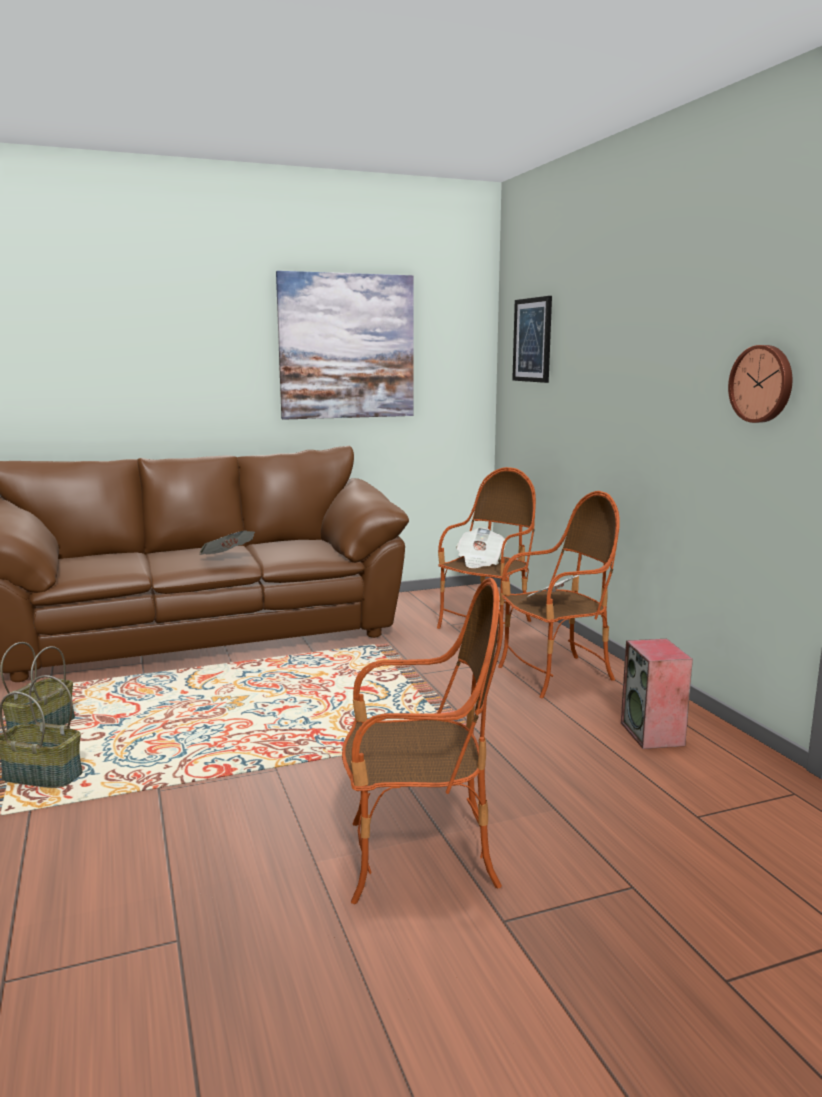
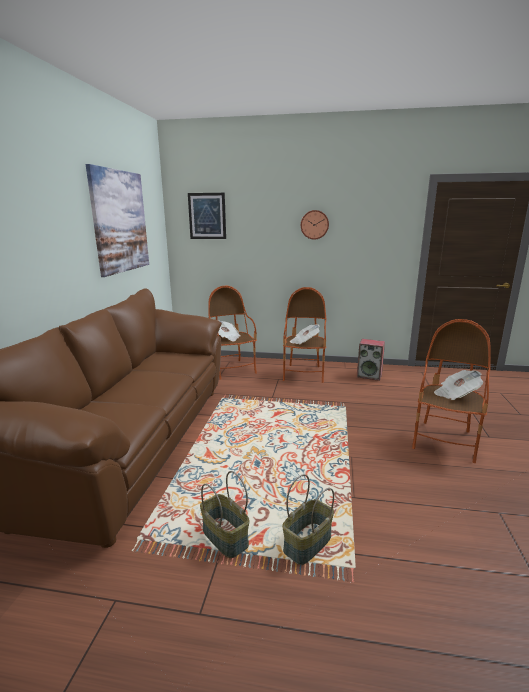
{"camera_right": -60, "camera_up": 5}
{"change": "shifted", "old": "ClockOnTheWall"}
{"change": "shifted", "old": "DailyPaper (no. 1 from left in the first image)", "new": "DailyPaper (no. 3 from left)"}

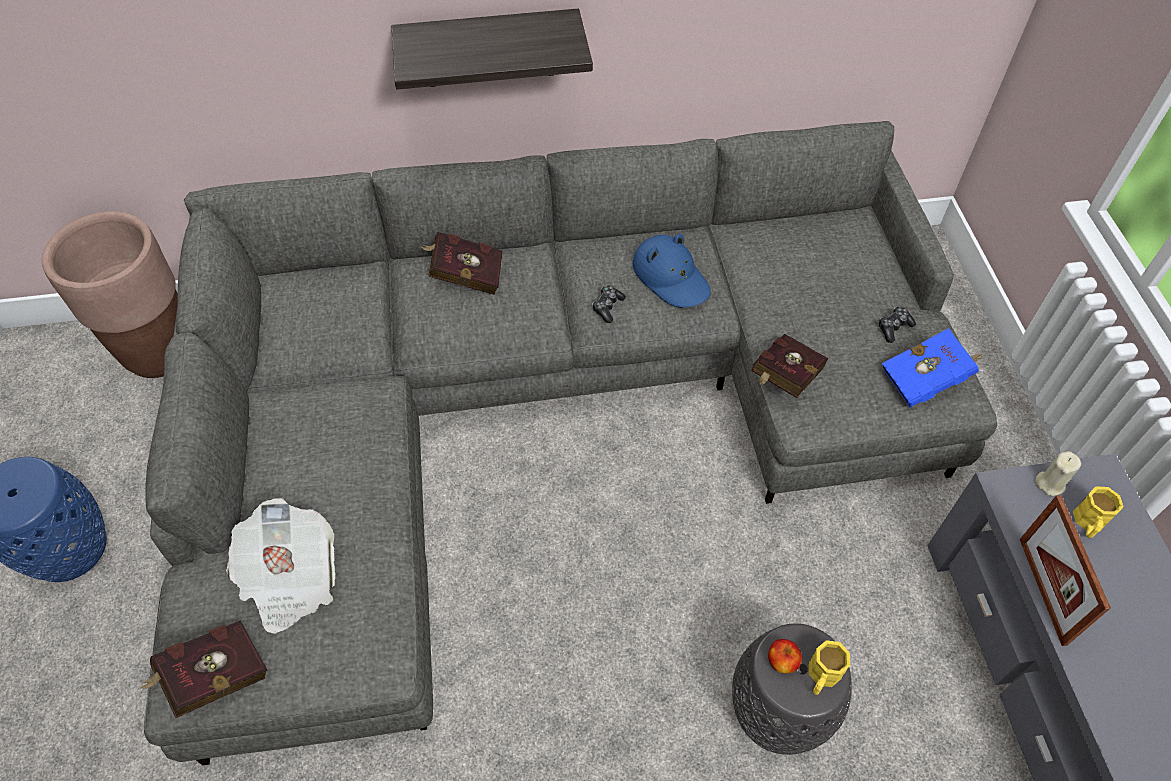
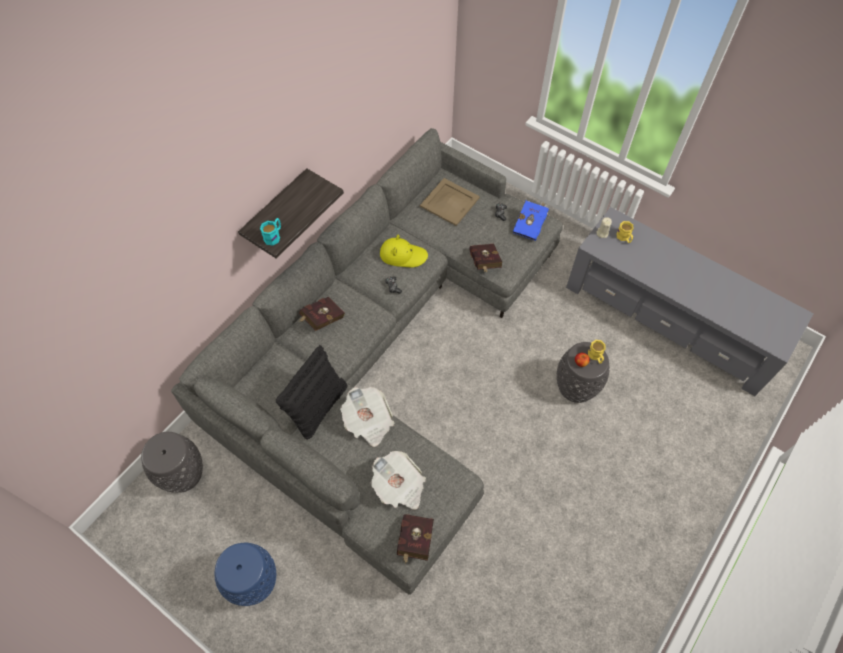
{"camera_right": -45, "camera_up": 5}
{"change": "swapped", "old": "BrownColouredFlowerPot", "new": "GreyishSittingStool (no. 1 from left)"}
{"change": "repainted", "old": "BlueHat", "new": "YellowColouredHat"}
{"change": "gone", "old": "StandingFrame"}
{"change": "new", "new": "SandColouredCarryingTray"}
{"change": "new", "new": "BlueGreenMug"}
{"change": "new", "new": "BlackPillow"}
{"change": "new", "new": "DailyPaper (no. 1 from left)"}

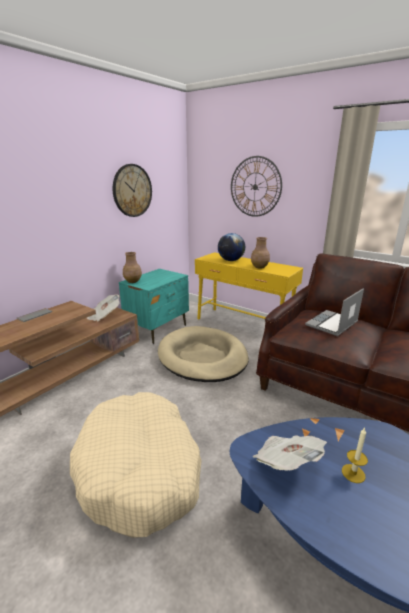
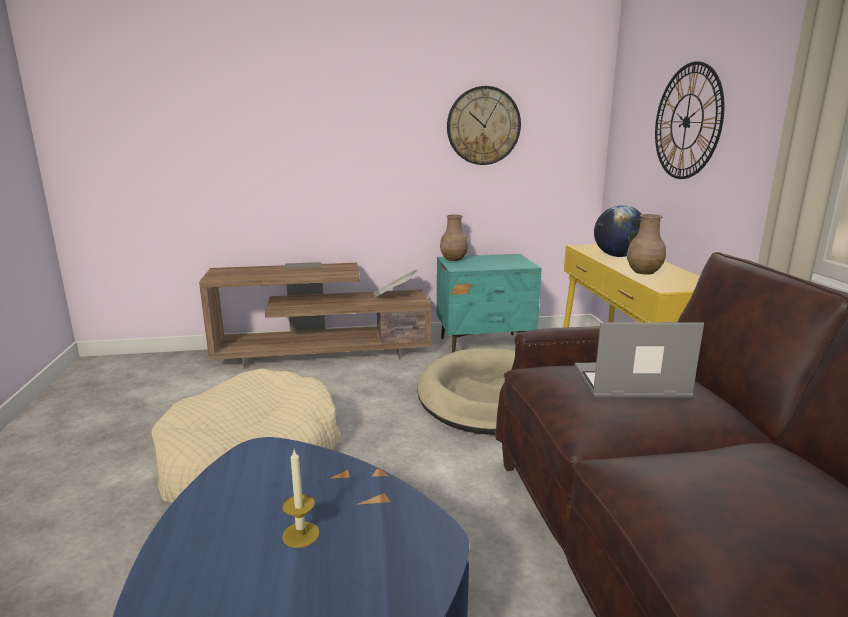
{"camera_right": 45, "camera_up": -5}
{"change": "gone", "old": "DailyPaper (no. 2 from left)"}

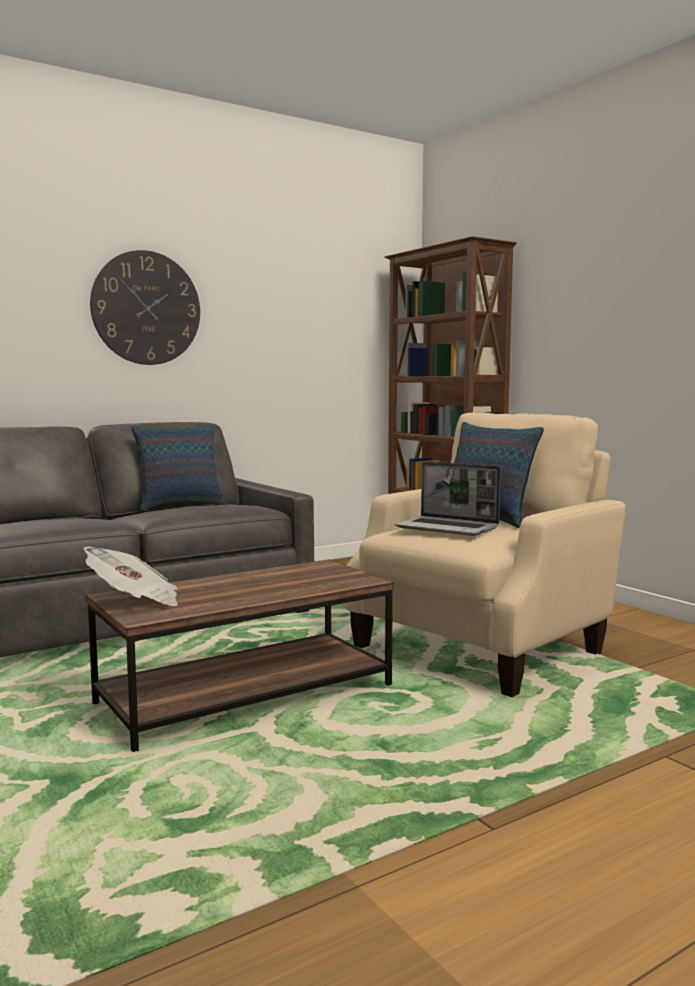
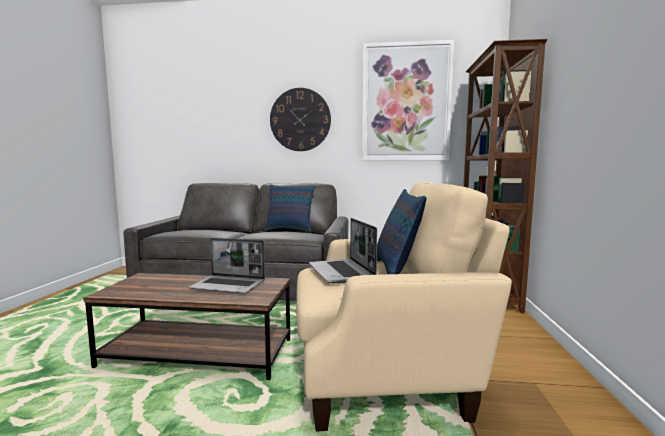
{"camera_right": 40, "camera_up": 0}
{"change": "gone", "old": "DailyPaper"}
{"change": "new", "new": "WallArt"}
{"change": "new", "new": "Laptop (no. 1 from left)"}

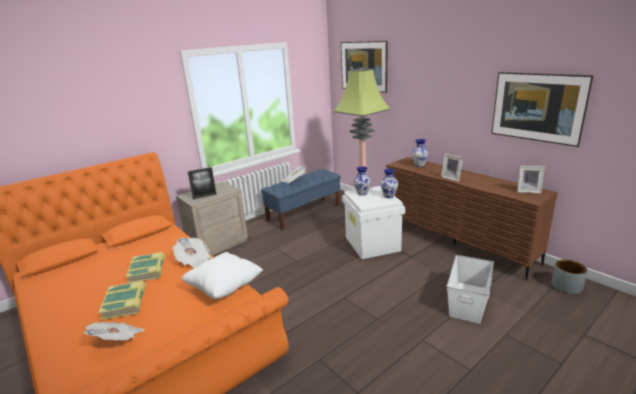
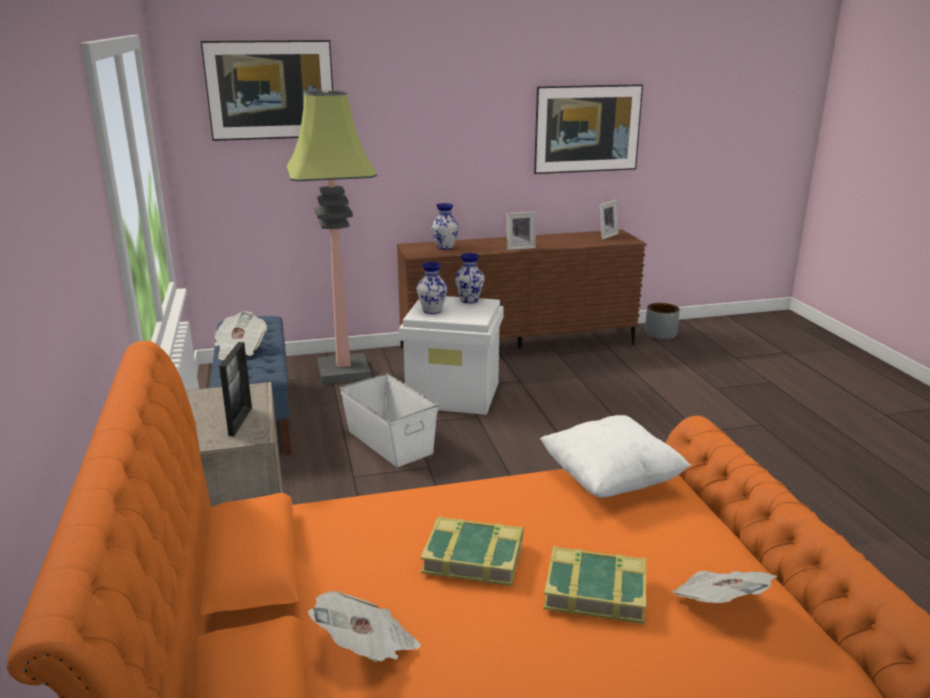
{"camera_right": -65, "camera_up": 0}
{"change": "shifted", "old": "DailyPaper (no. 2 from left)"}
{"change": "shifted", "old": "WhiteStorageBin (no. 2 from left in the first image)", "new": "WhiteStorageBin (no. 1 from left)"}

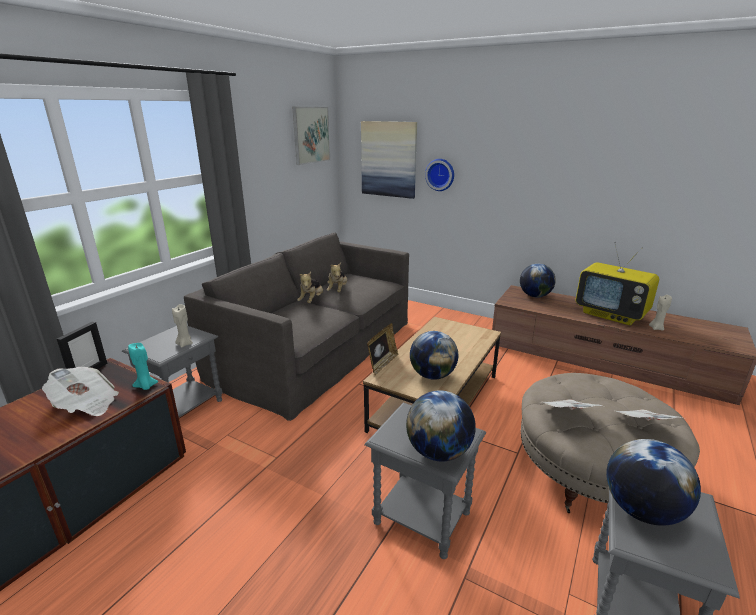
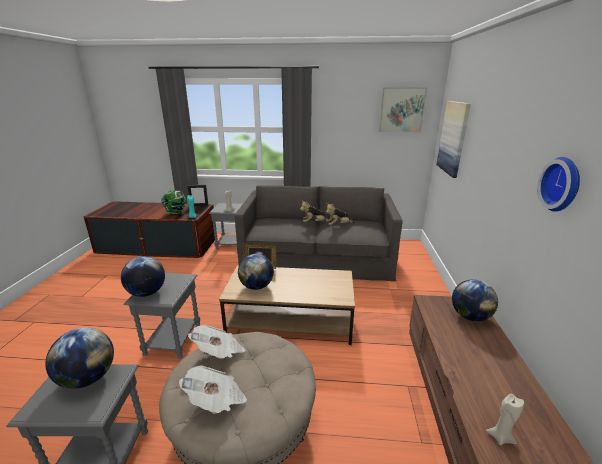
{"camera_right": 65, "camera_up": 0}
{"change": "shifted", "old": "ClockOnTheWall"}
{"change": "gone", "old": "TvSet"}
{"change": "swapped", "old": "DailyPaper (no. 1 from left)", "new": "WorldGlobe (no. 3 from left)"}

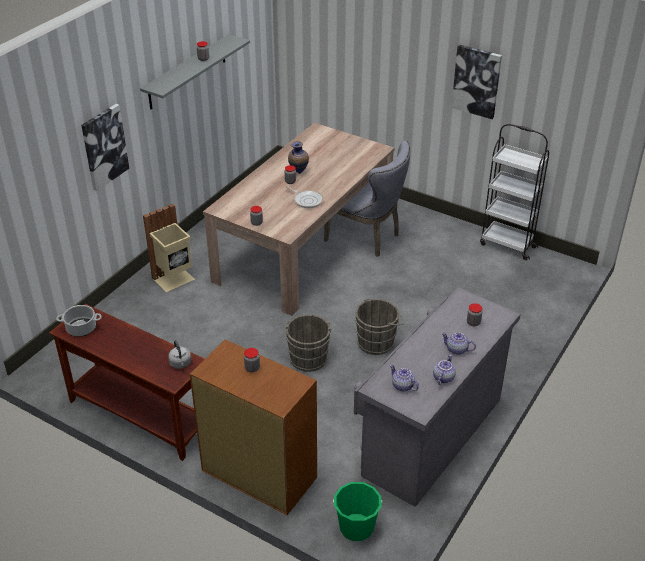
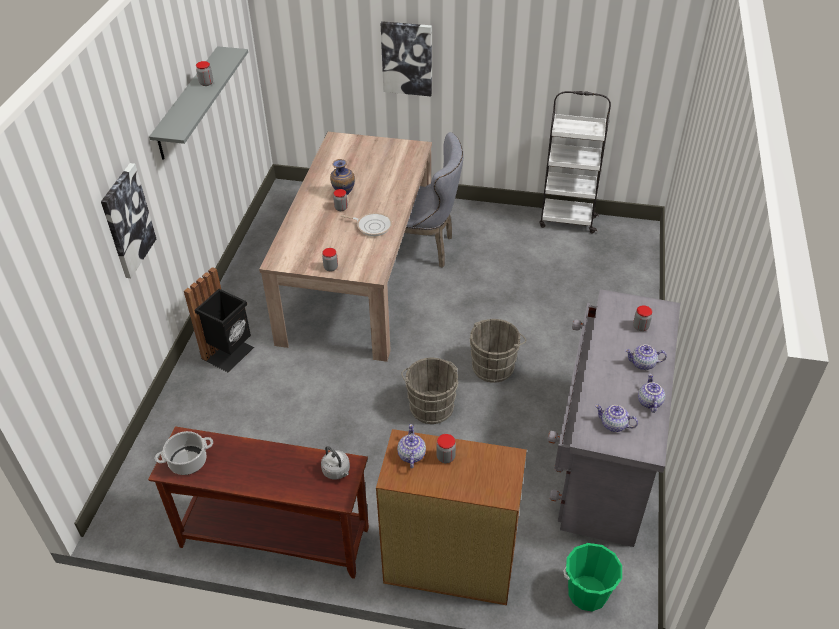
{"camera_right": -20, "camera_up": 5}
{"change": "shifted", "old": "WallArt (no. 2 from left)"}
{"change": "repainted", "old": "SandColouredRubbishBin", "new": "BlackRubbishBin"}
{"change": "new", "new": "Teapot (no. 1 from left)"}

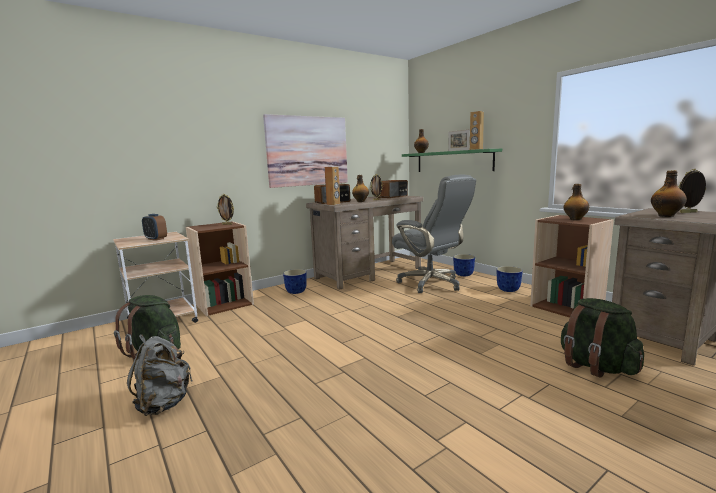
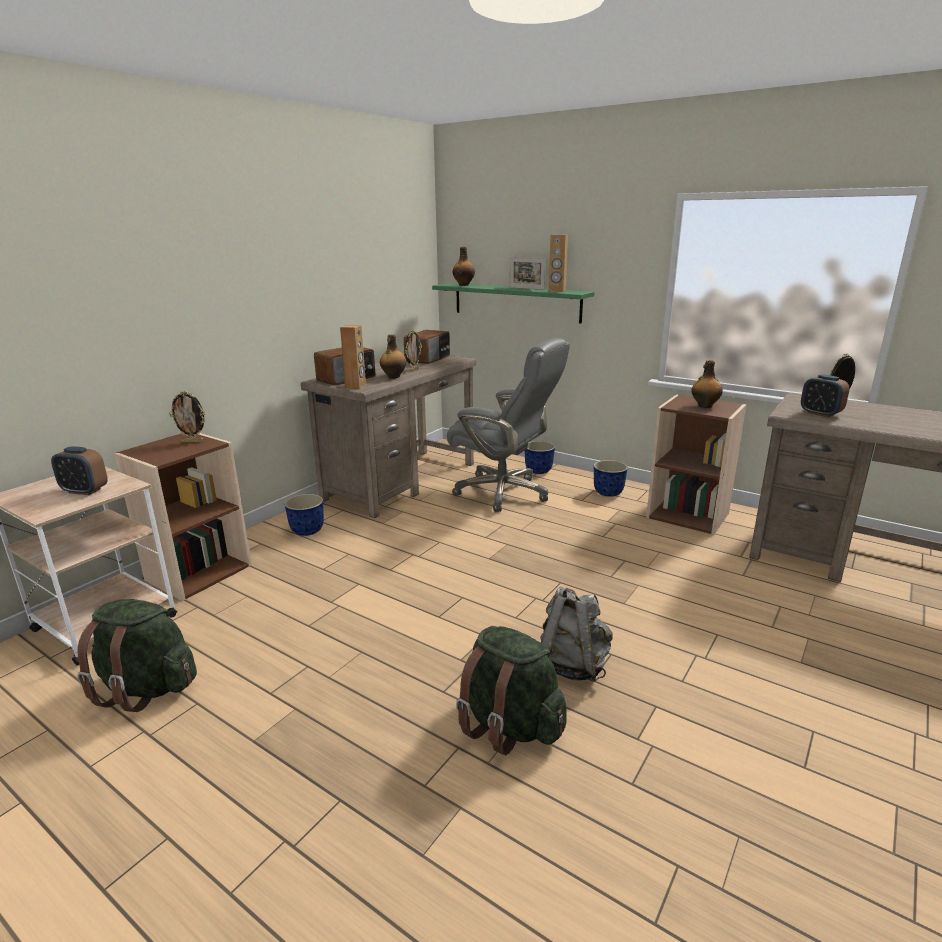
{"camera_right": -20, "camera_up": 10}
{"change": "gone", "old": "WallArt"}
{"change": "swapped", "old": "DrinkBottle (no. 4 from left)", "new": "TableClock (no. 2 from left)"}
{"change": "shifted", "old": "GreenishBackpack (no. 2 from left)"}
{"change": "shifted", "old": "GreyishBackpack"}

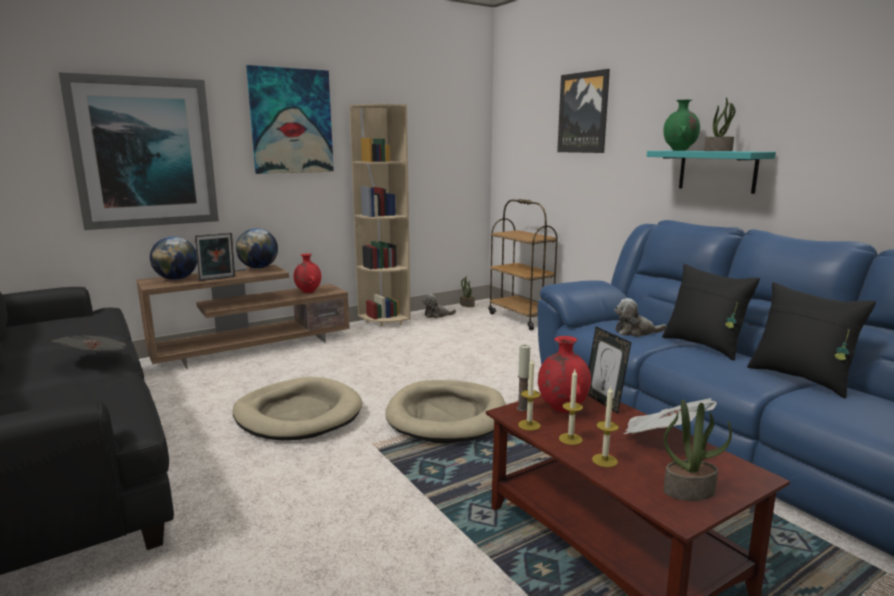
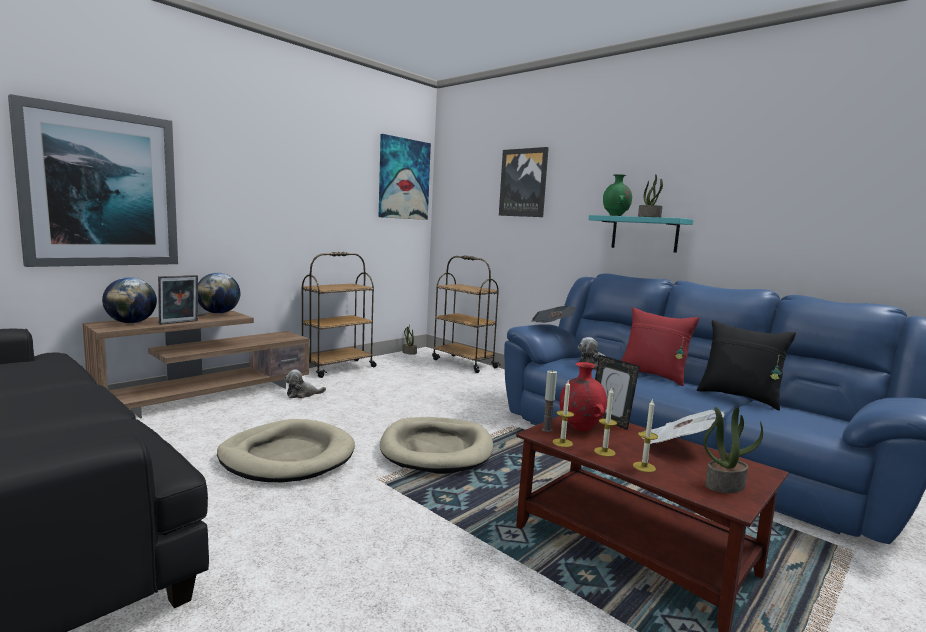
{"camera_right": -15, "camera_up": -5}
{"change": "shifted", "old": "WallArt (no. 2 from left)"}
{"change": "swapped", "old": "SandColouredShelvingUnit", "new": "BrownColouredCart (no. 1 from left)"}
{"change": "gone", "old": "RedDecorativeVase (no. 1 from left)"}
{"change": "repainted", "old": "BlackPillow (no. 1 from left)", "new": "RedPillow"}
{"change": "shifted", "old": "SoftToy (no. 1 from left)"}
{"change": "shifted", "old": "DailyPaper (no. 1 from left)"}

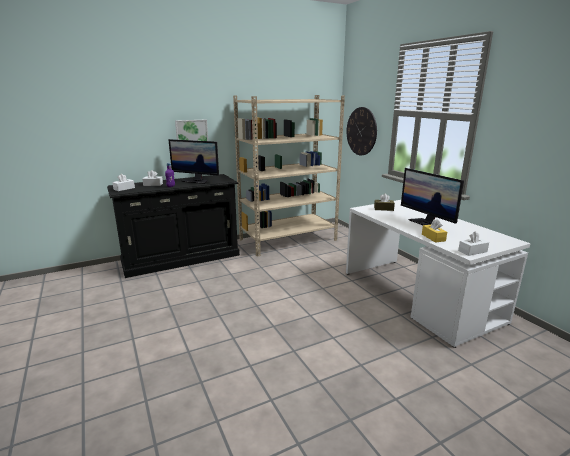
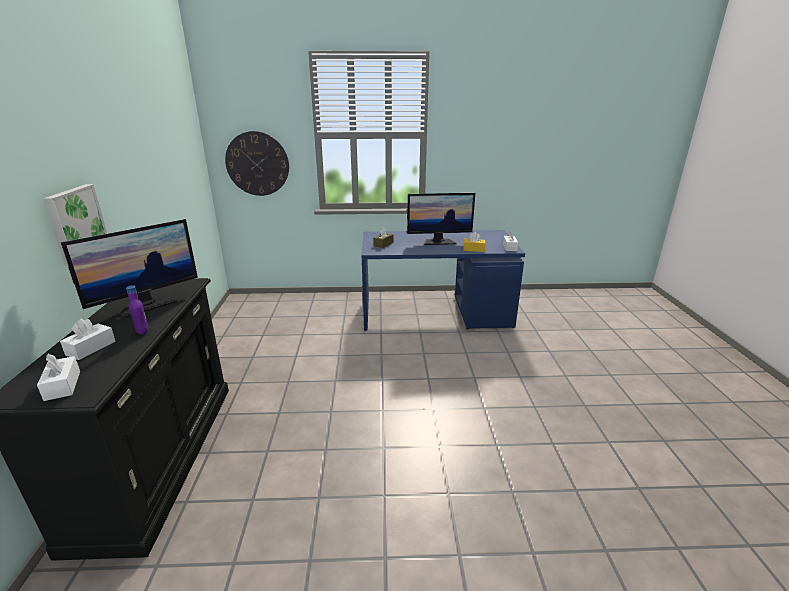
{"camera_right": -65, "camera_up": 5}
{"change": "gone", "old": "SandColouredShelvingUnit"}
{"change": "repainted", "old": "WhiteDeskTable", "new": "BlueDeskTable"}

